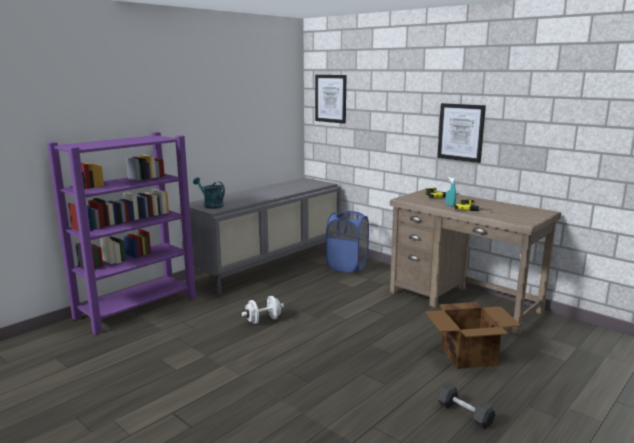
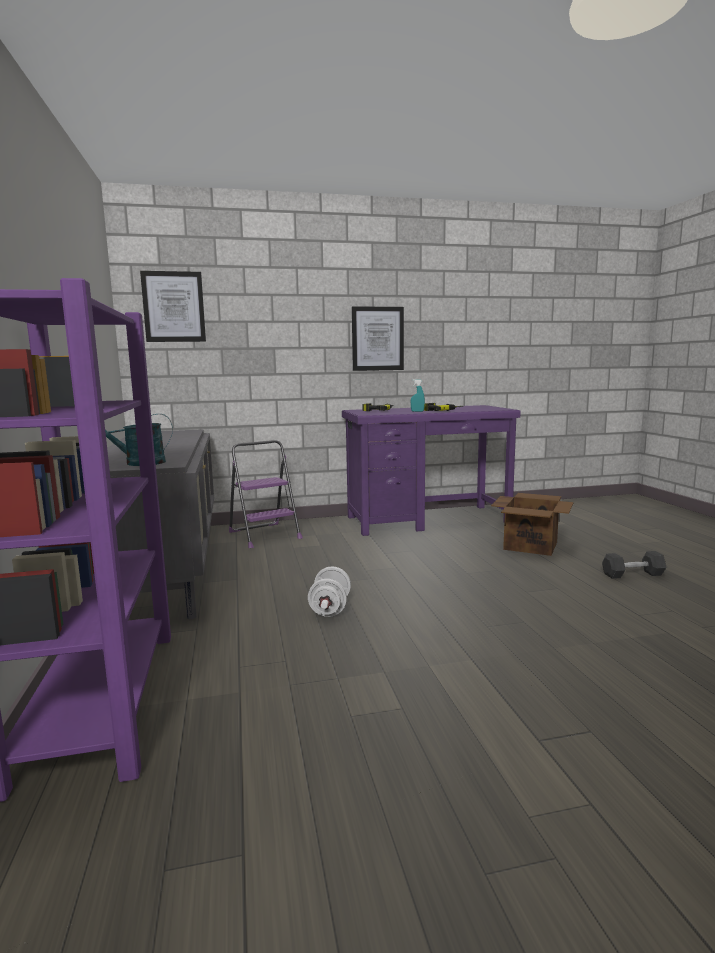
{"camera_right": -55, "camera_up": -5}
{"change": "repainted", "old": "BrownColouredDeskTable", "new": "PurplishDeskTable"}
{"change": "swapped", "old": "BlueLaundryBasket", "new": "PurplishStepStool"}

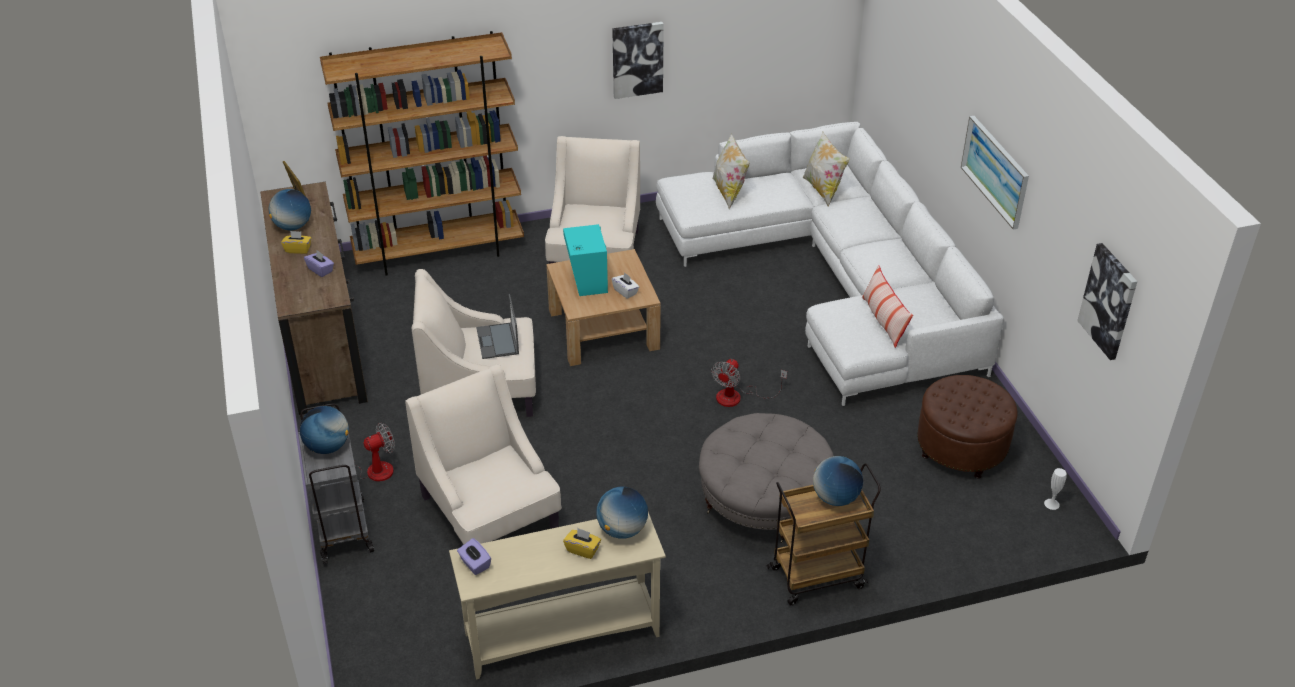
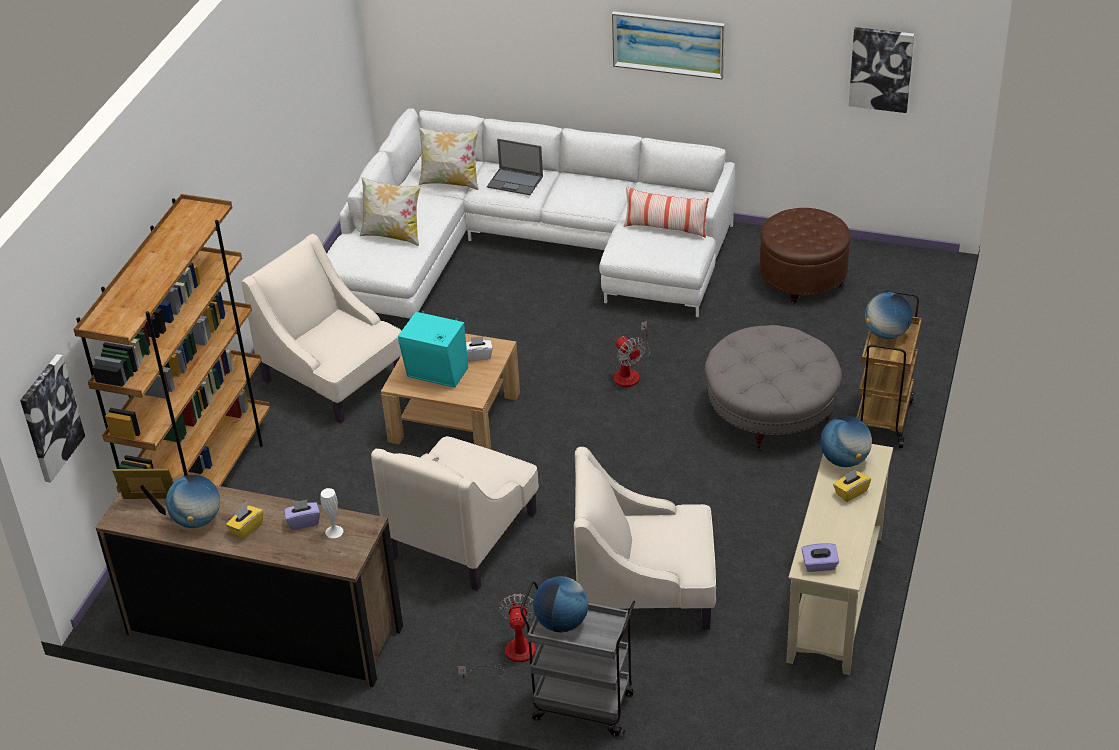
{"camera_right": -55, "camera_up": 0}
{"change": "shifted", "old": "WallArt (no. 1 from left)"}
{"change": "shifted", "old": "Laptop"}
{"change": "shifted", "old": "WhiteDecorativeVase"}

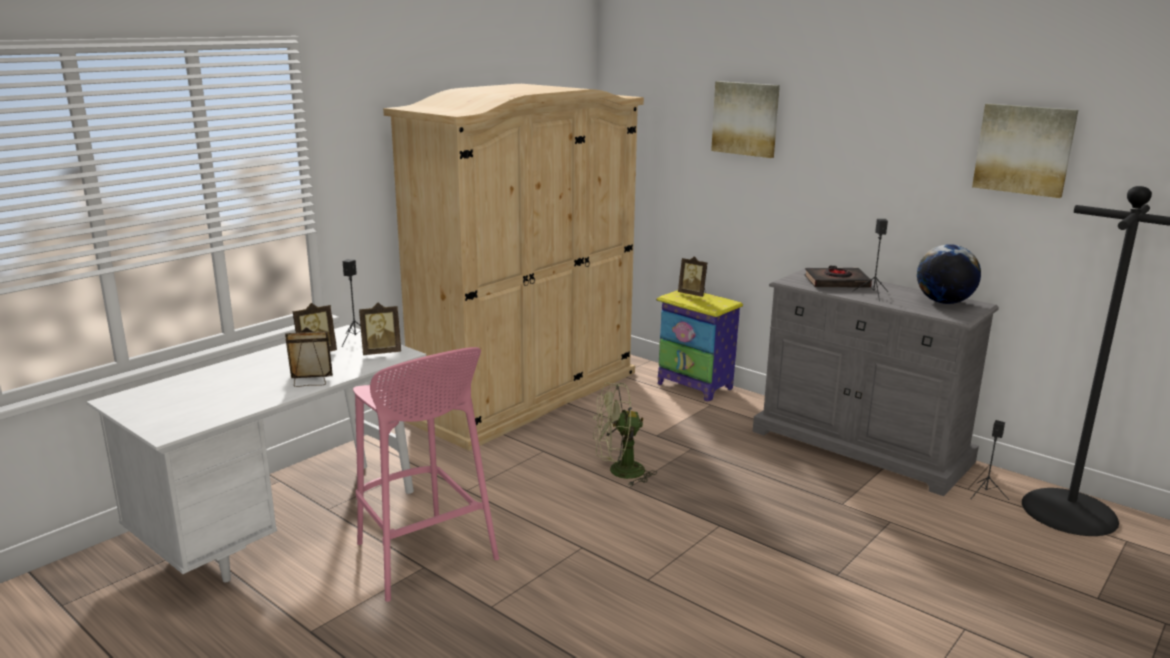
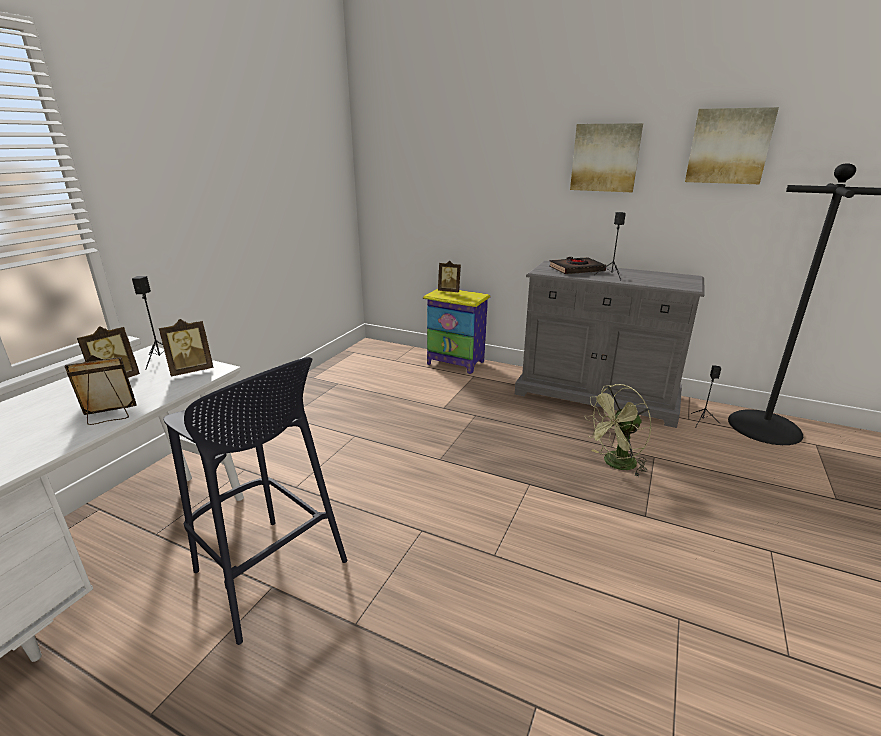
{"camera_right": -15, "camera_up": 5}
{"change": "shifted", "old": "WallArt (no. 1 from left)"}
{"change": "gone", "old": "SandColouredClothesCupboard"}
{"change": "gone", "old": "WorldGlobe"}
{"change": "repainted", "old": "PinkishSittingStool", "new": "GreyishSittingStool"}
{"change": "shifted", "old": "GreenishElectricFan"}

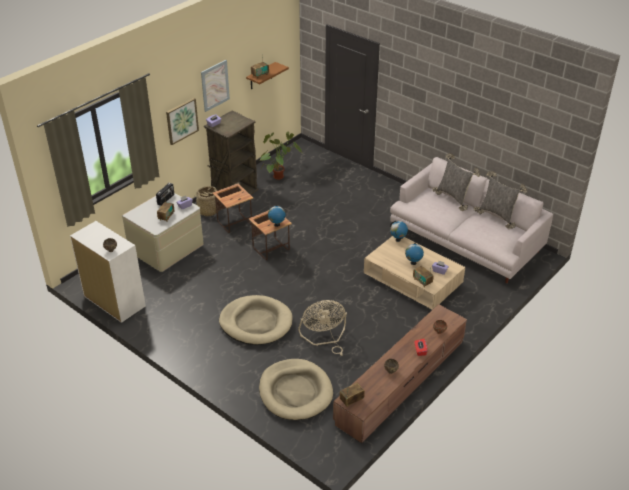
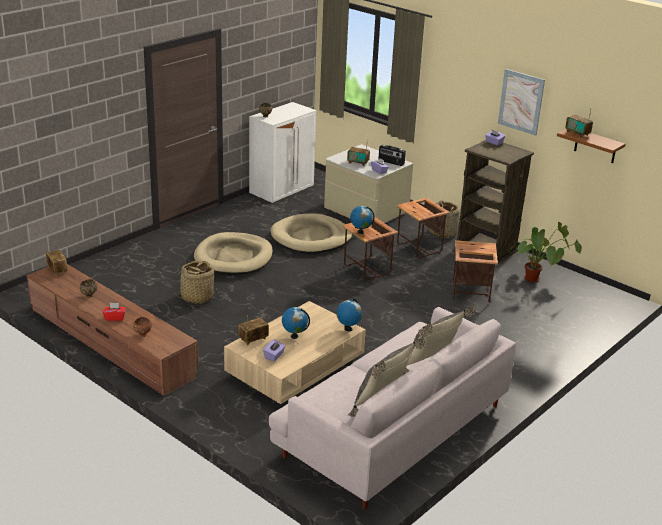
{"camera_right": 90, "camera_up": -10}
{"change": "gone", "old": "WallArt (no. 1 from left)"}
{"change": "swapped", "old": "SandColouredElectricFan", "new": "HouseholdBasket (no. 1 from left)"}
{"change": "shifted", "old": "SandColouredDogBed (no. 2 from left)"}
{"change": "new", "new": "EndTable (no. 3 from left)"}

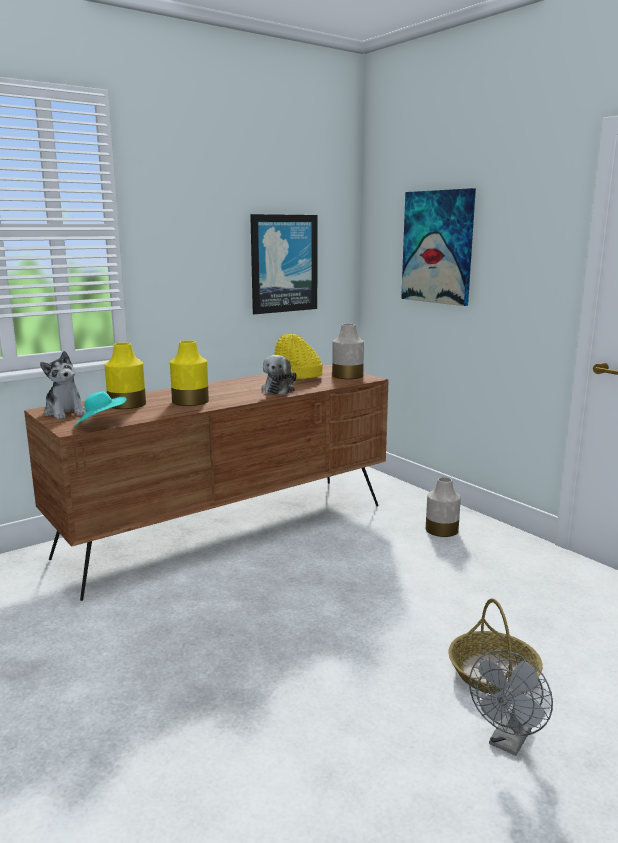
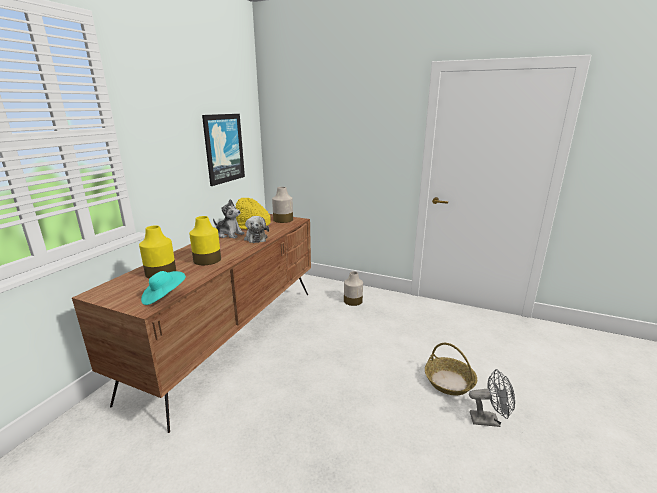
{"camera_right": -30, "camera_up": 5}
{"change": "gone", "old": "WallArt (no. 2 from left)"}
{"change": "shifted", "old": "SoftToy (no. 1 from left)"}
{"change": "rotated", "old": "GreyishElectricFan", "degrees": -90}

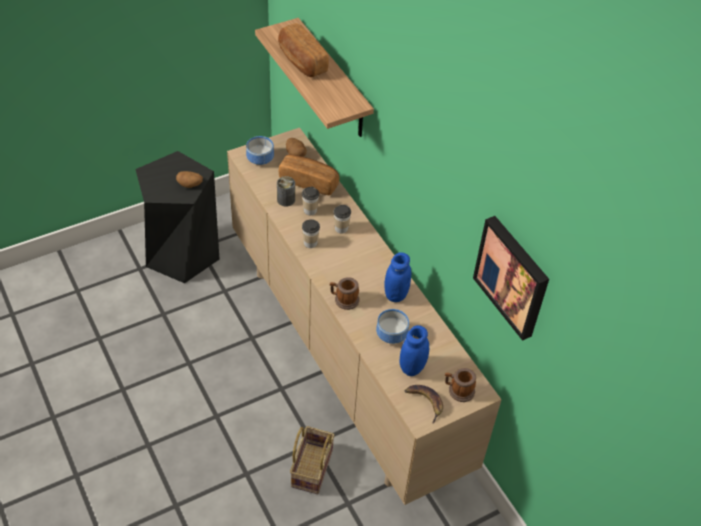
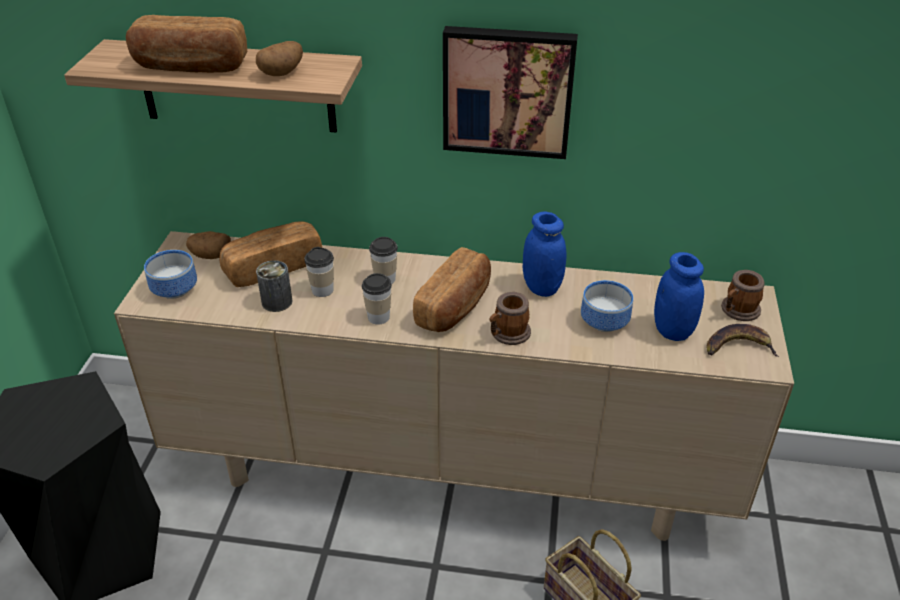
{"camera_right": -50, "camera_up": -10}
{"change": "shifted", "old": "Spud (no. 1 from left in the first image)", "new": "Spud (no. 2 from left)"}
{"change": "shifted", "old": "WallArt"}
{"change": "new", "new": "BakedBread (no. 3 from left)"}

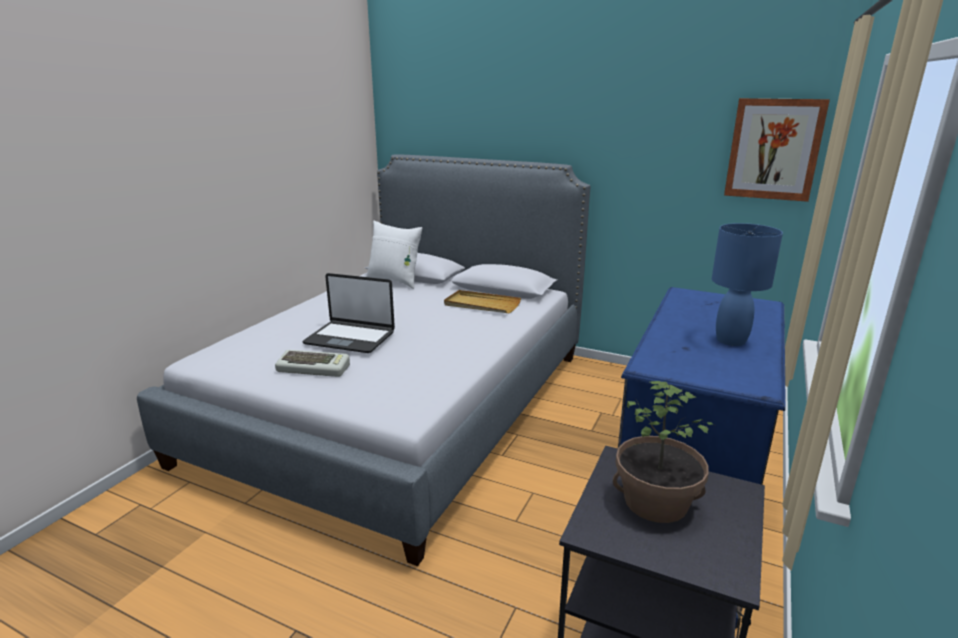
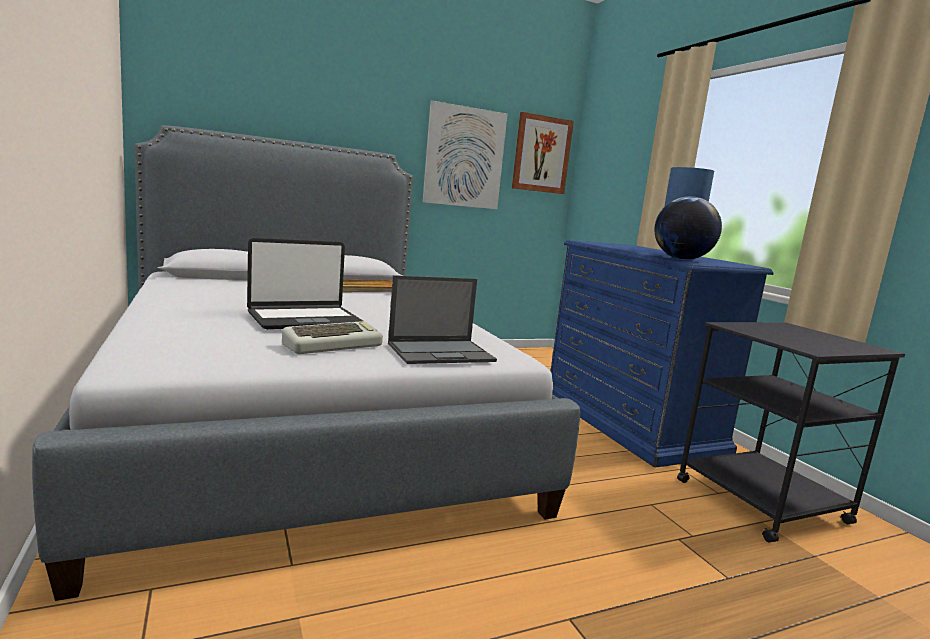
{"camera_right": -50, "camera_up": -10}
{"change": "gone", "old": "WhitePillow"}
{"change": "gone", "old": "PlantInAPot"}
{"change": "new", "new": "WallArt (no. 1 from left)"}
{"change": "new", "new": "WorldGlobe"}
{"change": "new", "new": "Laptop (no. 2 from left)"}

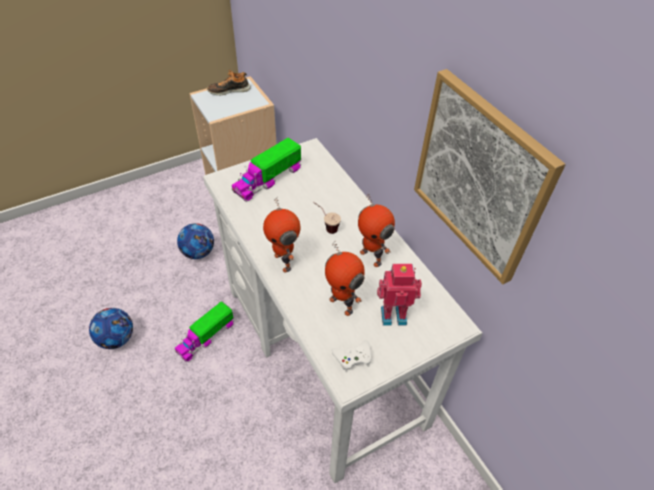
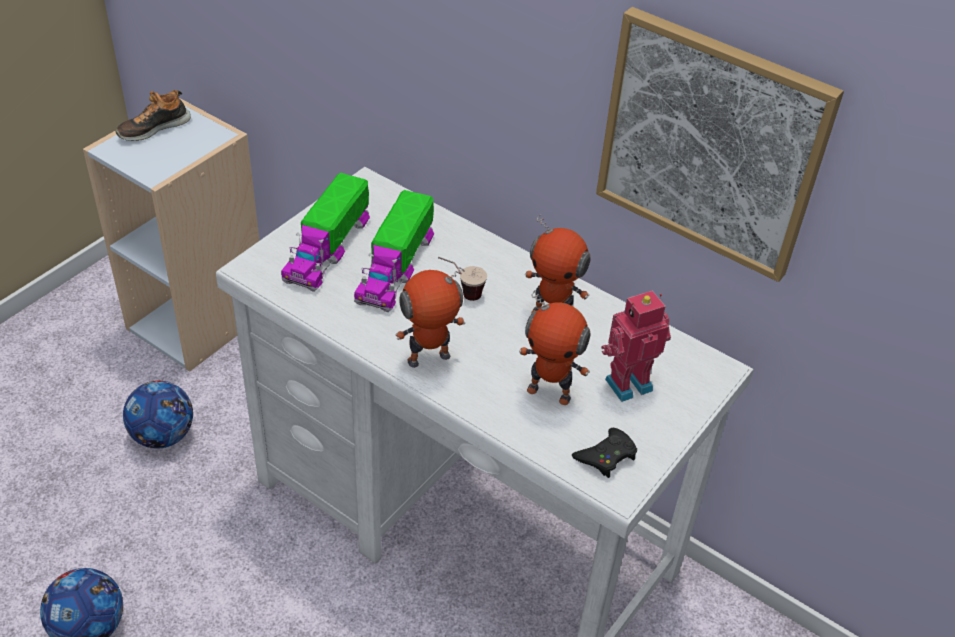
{"camera_right": -25, "camera_up": -5}
{"change": "rotated", "old": "ToyRobot (no. 1 from left)", "degrees": 120}
{"change": "shifted", "old": "ToyLorry (no. 1 from left in the first image)", "new": "ToyLorry (no. 2 from left)"}
{"change": "repainted", "old": "WhiteGameController", "new": "BlackGameController"}

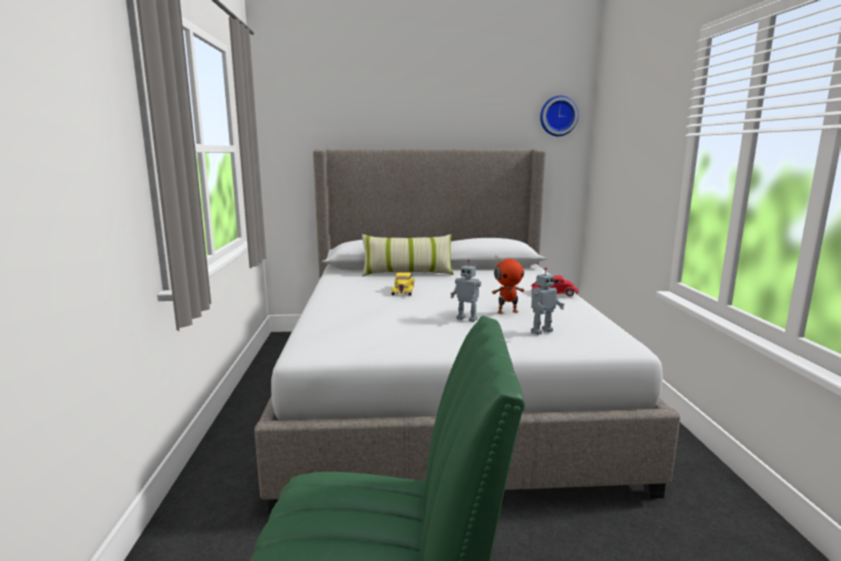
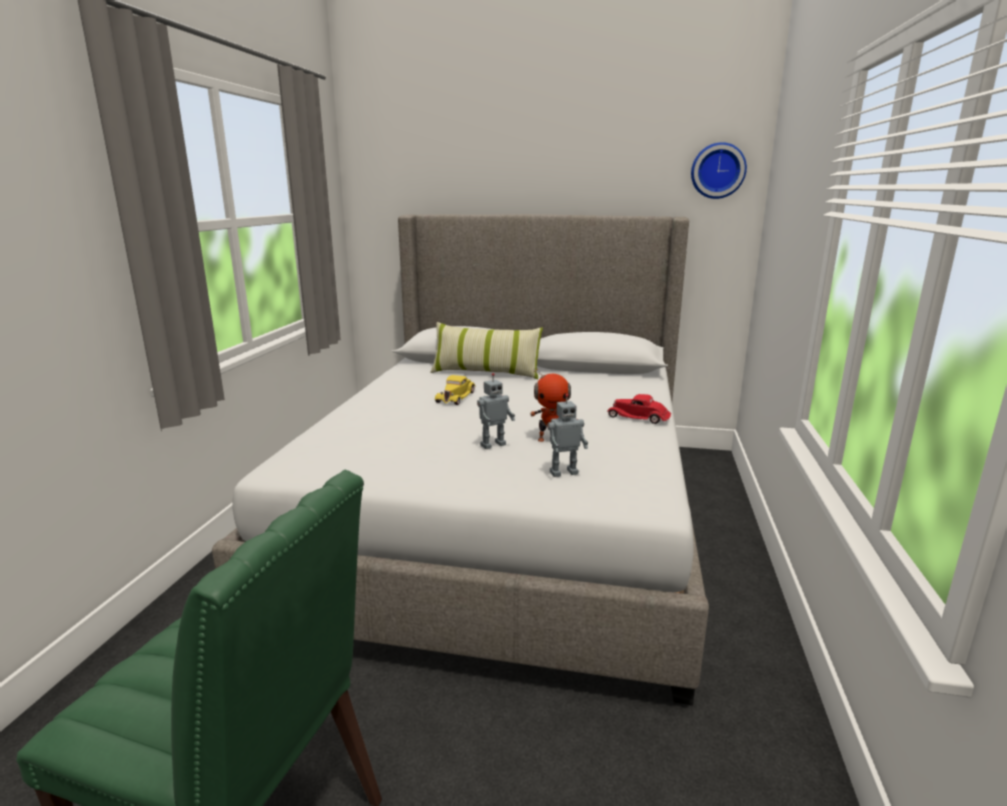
{"camera_right": 15, "camera_up": 5}
{"change": "rotated", "old": "ToyRobot (no. 1 from left)", "degrees": -75}

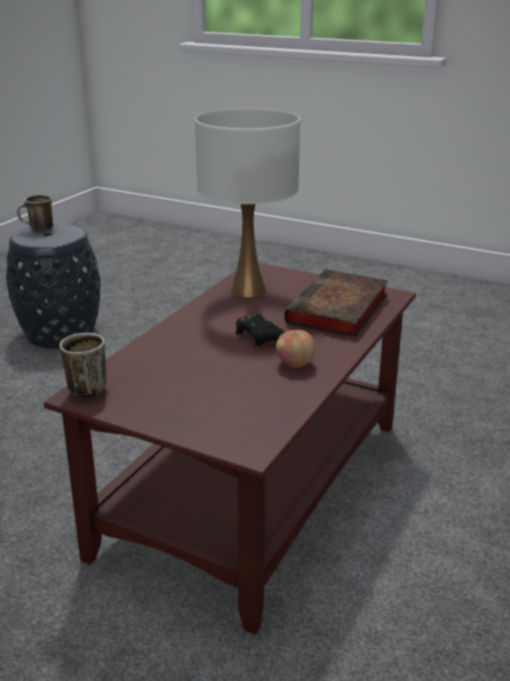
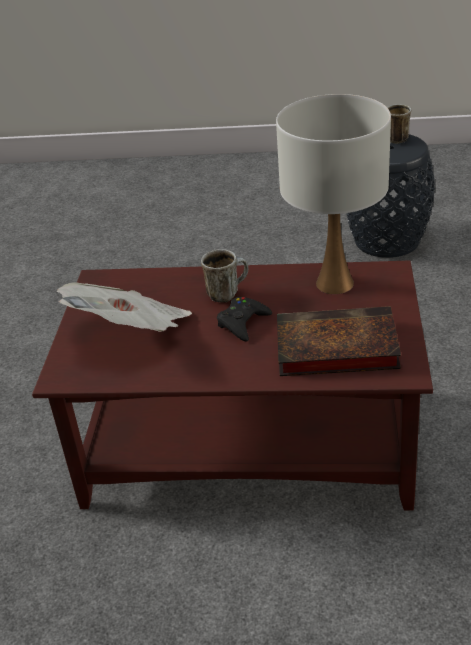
{"camera_right": 70, "camera_up": 10}
{"change": "gone", "old": "AppleFruit"}
{"change": "shifted", "old": "Mug (no. 2 from left in the first image)", "new": "Mug (no. 1 from left)"}
{"change": "new", "new": "DailyPaper"}

